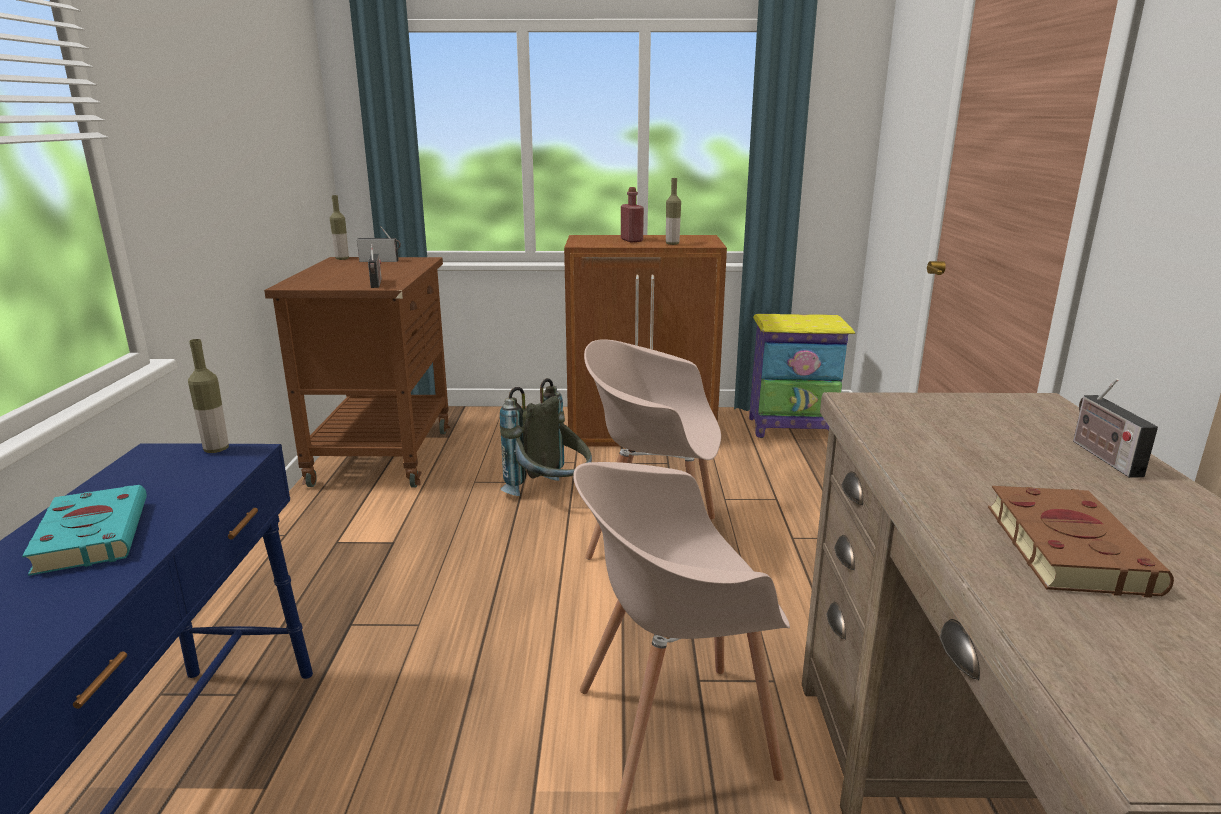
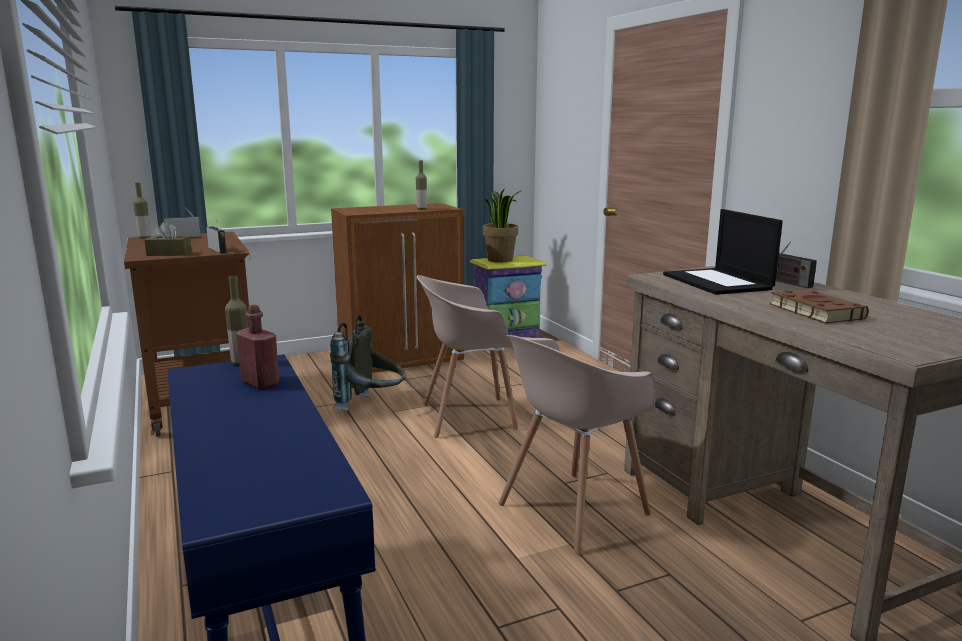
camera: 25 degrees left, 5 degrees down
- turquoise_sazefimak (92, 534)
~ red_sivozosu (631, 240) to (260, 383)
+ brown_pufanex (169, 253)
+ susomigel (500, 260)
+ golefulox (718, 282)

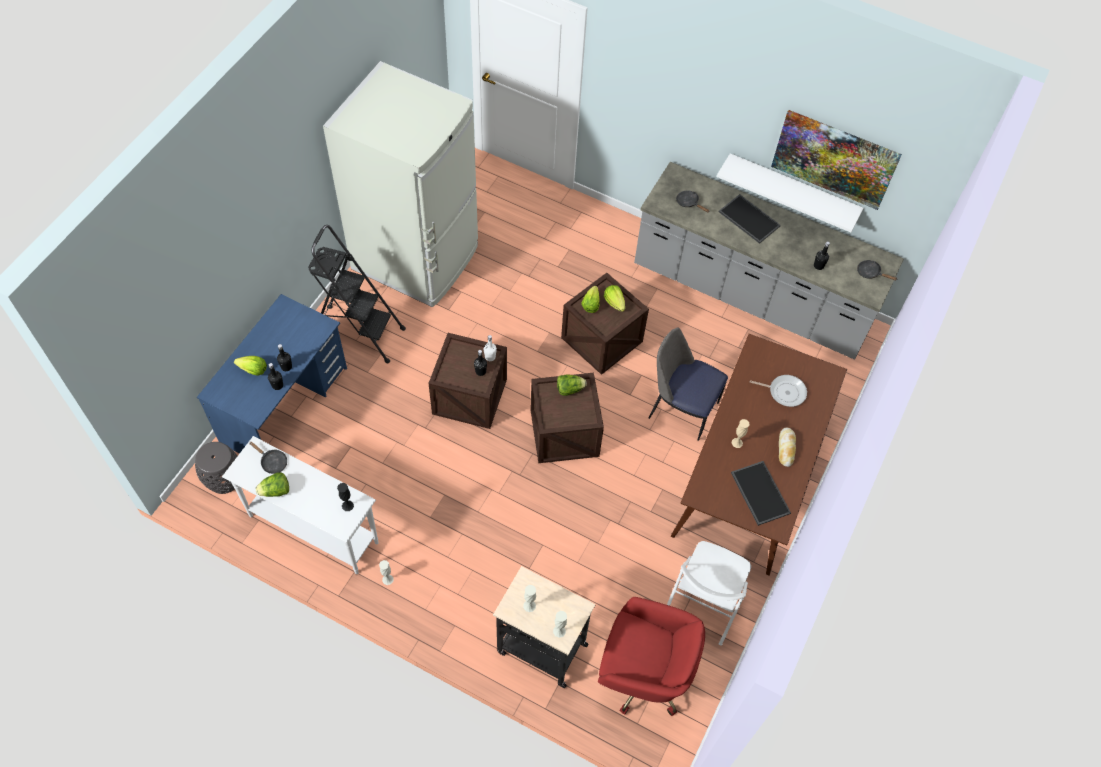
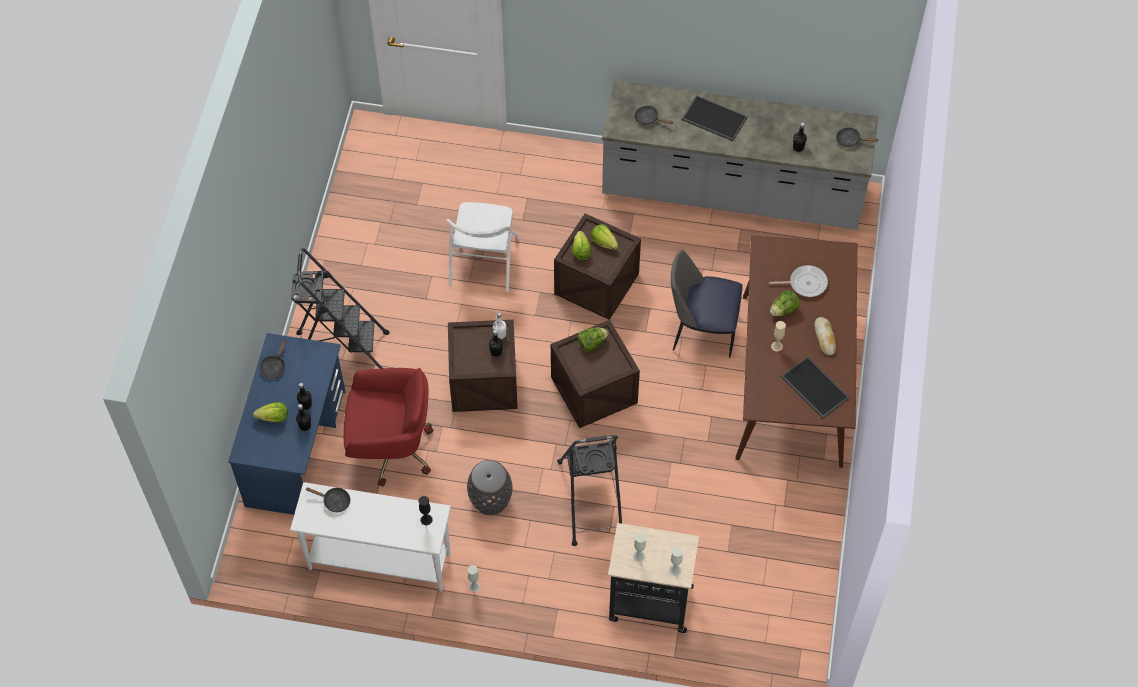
camera: 15 degrees left, 0 degrees up
~ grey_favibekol (224, 479) to (490, 500)
~ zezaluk (275, 491) to (783, 310)
- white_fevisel (417, 257)
~ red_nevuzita (642, 677) to (392, 451)
~ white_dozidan (704, 600) to (483, 260)
- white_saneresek (792, 189)
- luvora (834, 159)
+ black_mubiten (274, 366)
+ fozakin (590, 500)

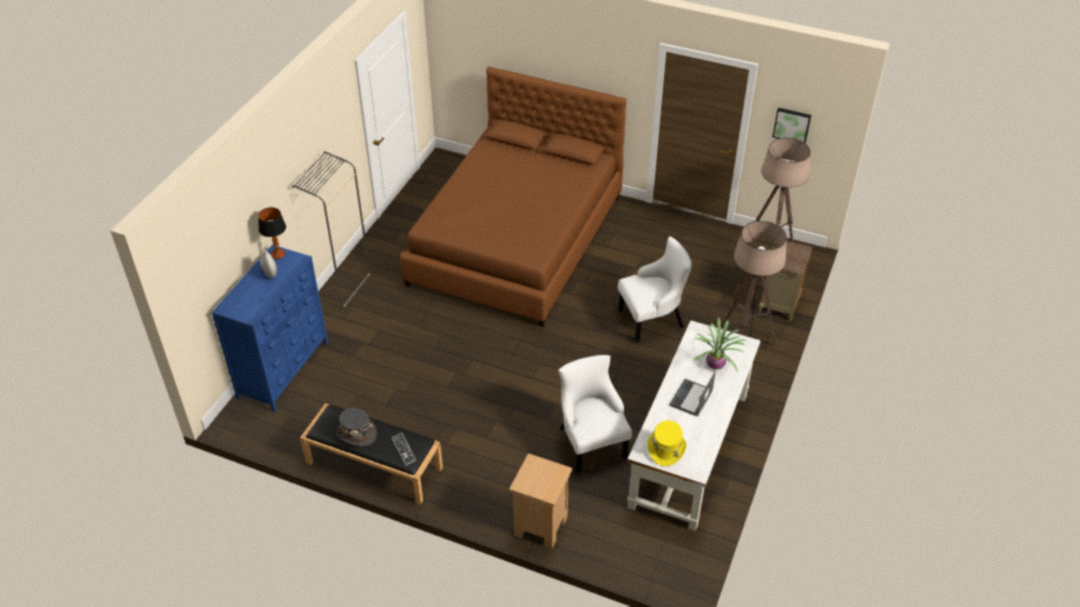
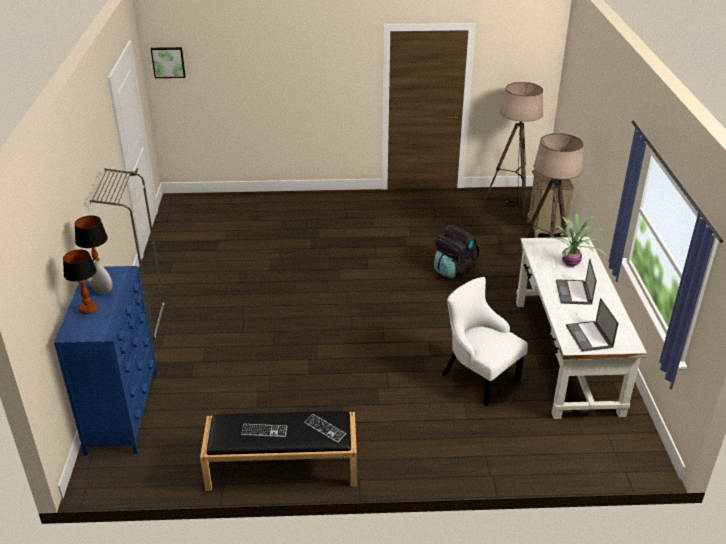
camera: 25 degrees left, 10 degrees down
~ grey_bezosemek (357, 434) to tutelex (264, 431)
- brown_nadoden (517, 240)
- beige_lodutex (540, 525)
~ white_dozidan (650, 320) to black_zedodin (453, 269)
~ yellow_bezosemek (666, 449) to golefulox (589, 337)
~ luvora (792, 125) to (168, 62)
+ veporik (88, 309)

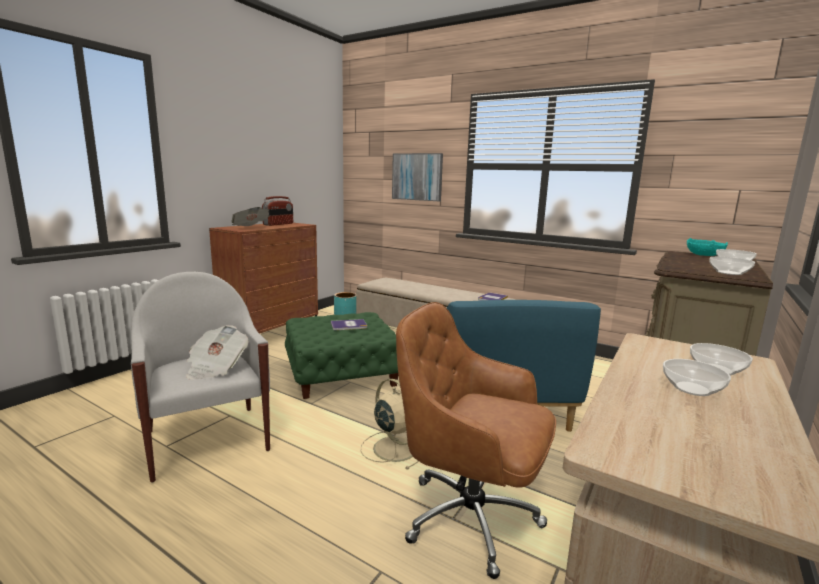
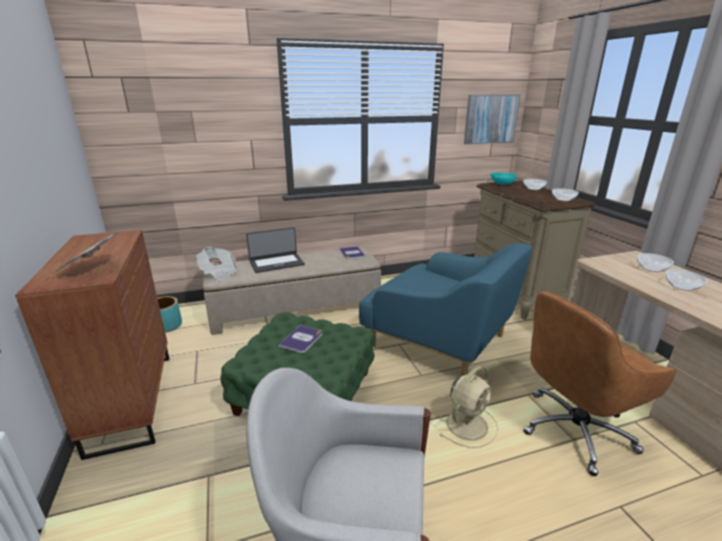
camera: 50 degrees left, 10 degrees up
~ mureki (216, 368) to (218, 273)
- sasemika (278, 224)
~ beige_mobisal (393, 448) = (467, 424) 135 degrees clockwise
~ luvora (417, 177) to (490, 119)
+ golefulox (276, 263)

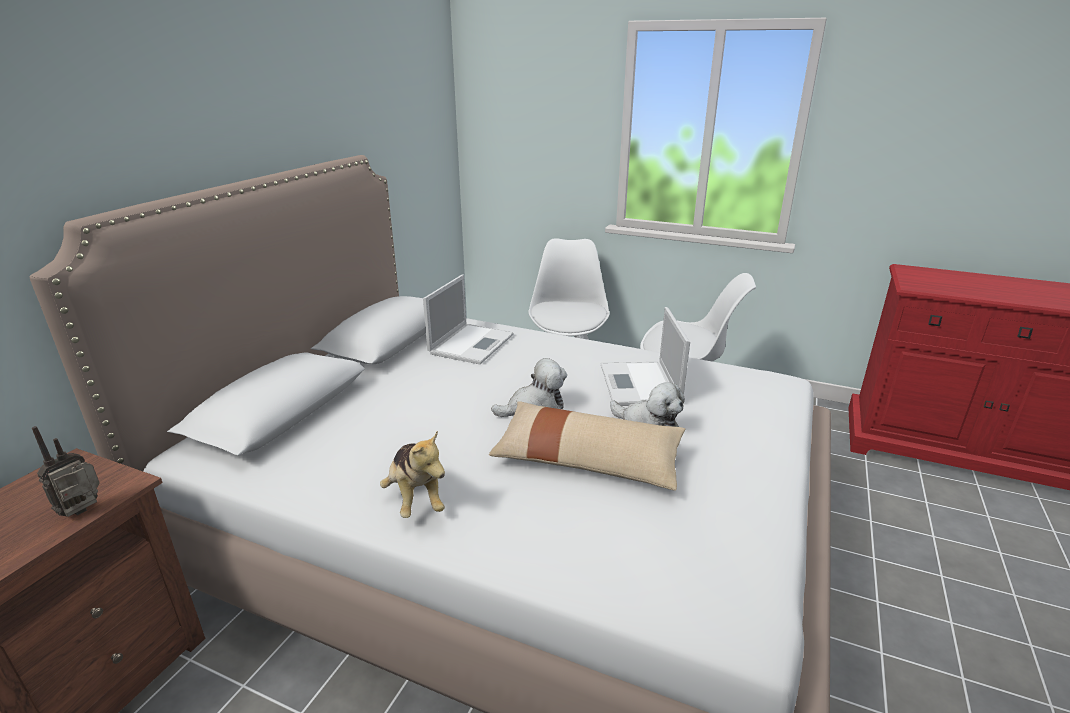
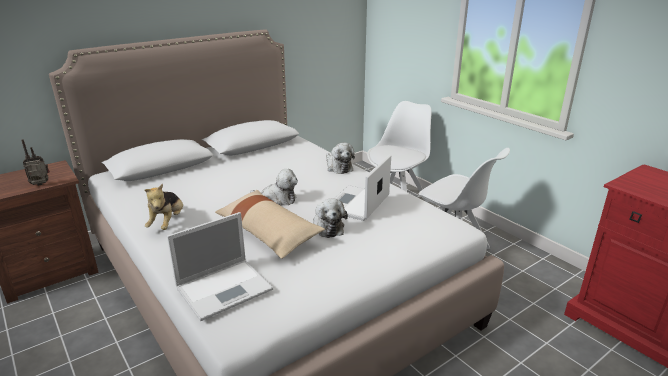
camera: 30 degrees right, 0 degrees up
~ golefulox (472, 343) to (225, 288)
+ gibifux (338, 167)

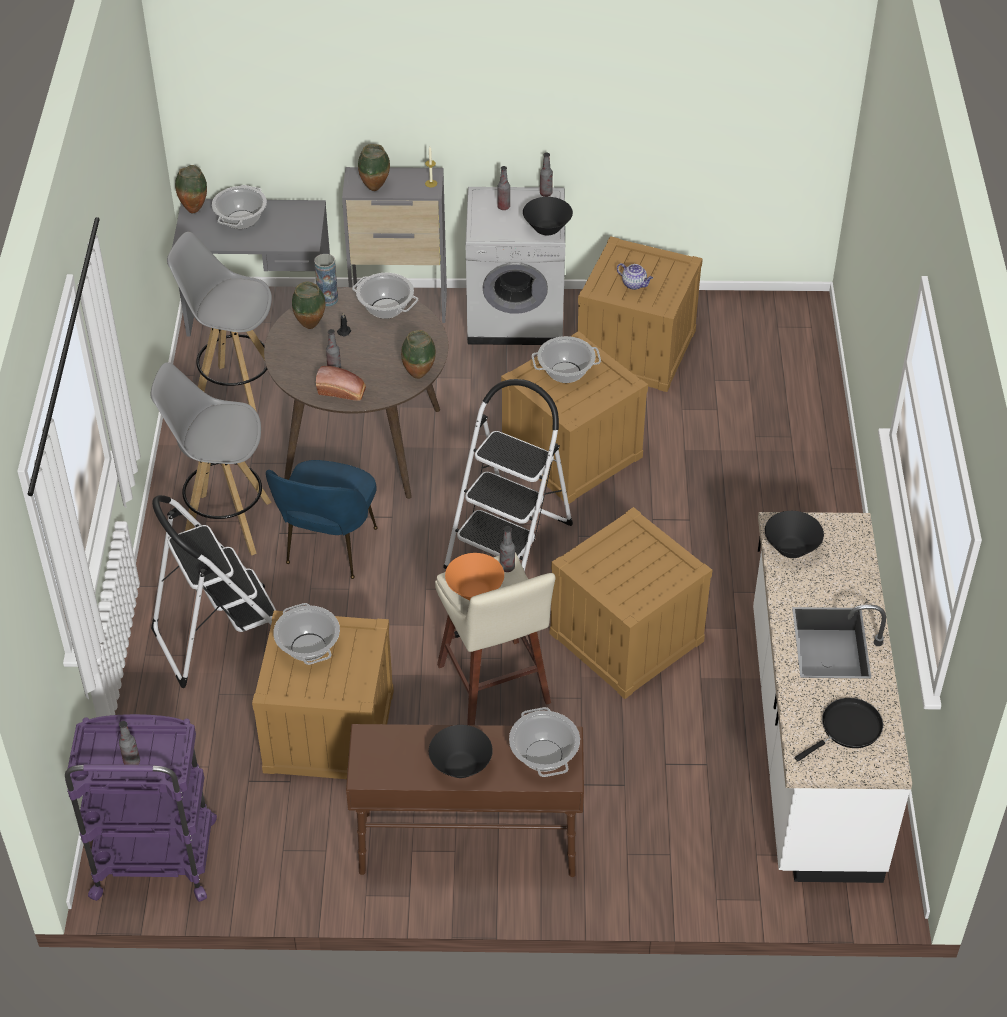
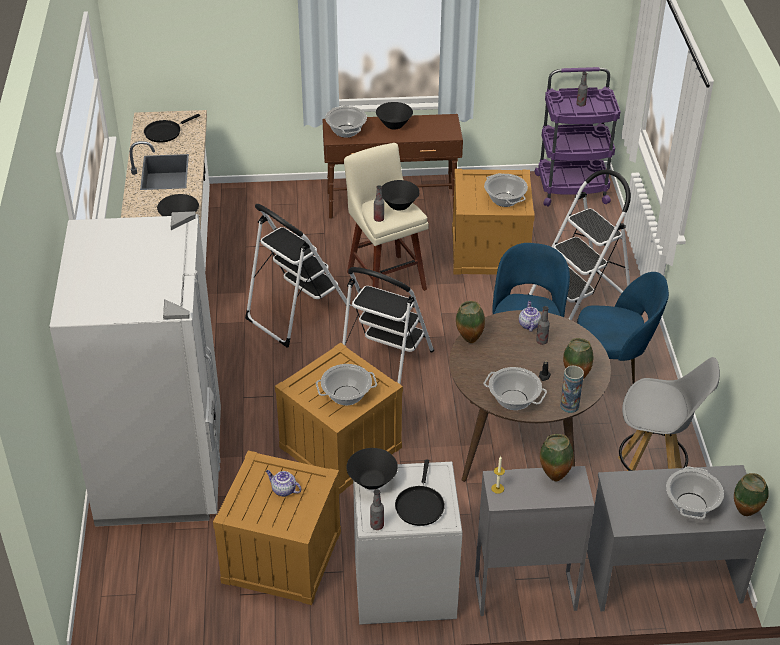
camera: 175 degrees right, 5 degrees down
~ grey_favibekol (225, 523) to blue_dozidan (611, 374)
~ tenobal (343, 391) to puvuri (529, 324)
~ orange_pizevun (474, 590) to black_pizevun (399, 205)
~ sivozosu (503, 207) to black_mubiten (420, 505)
~ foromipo (627, 637) to fozakin (295, 313)
+ white_fevisel (162, 466)

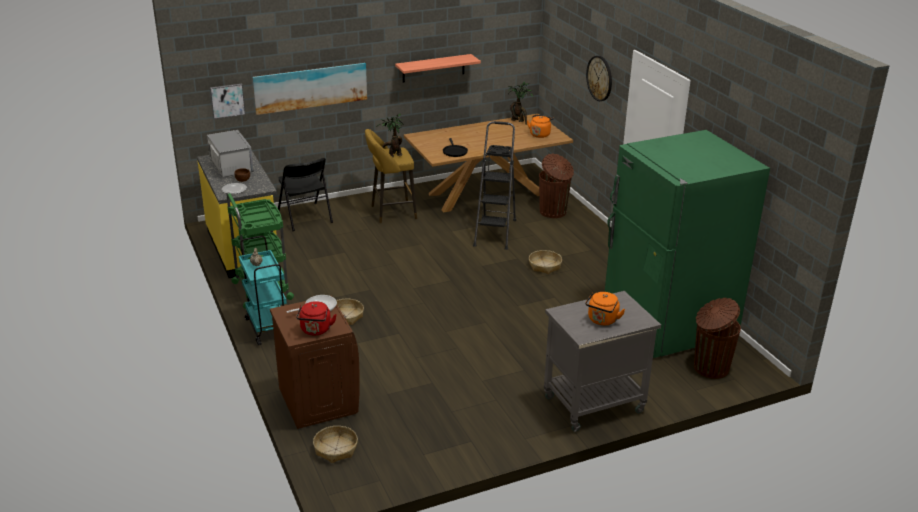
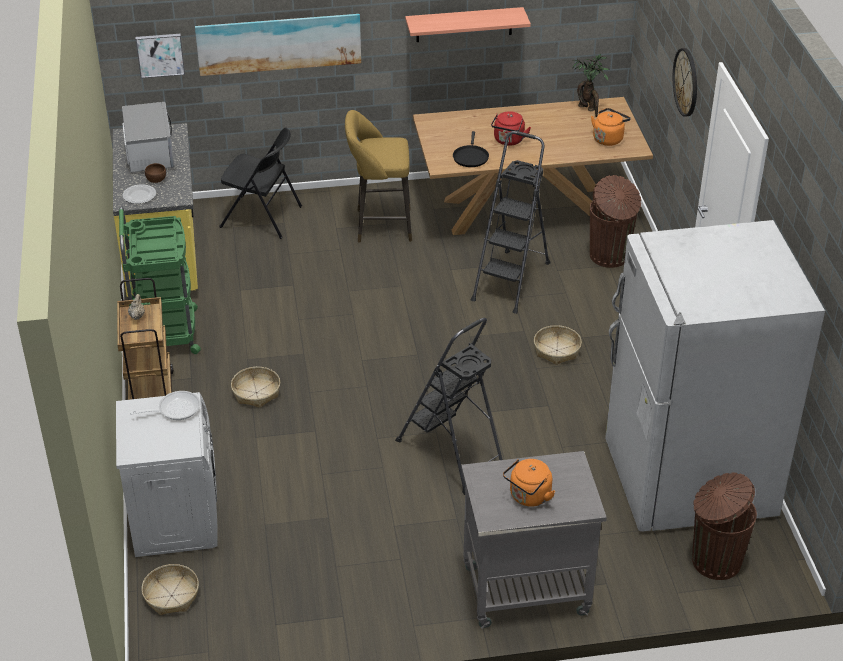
camera: 15 degrees right, 10 degrees up
~ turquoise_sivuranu (268, 328) to brown_sivuranu (152, 395)
~ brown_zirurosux (318, 401) to white_zirurosux (175, 519)
~ black_dozidan (304, 217) = (261, 217) 60 degrees counterclockwise
~ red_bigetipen (315, 330) to (508, 141)
- susomigel (393, 155)
~ green_fevisel (668, 324) to white_fevisel (689, 479)
+ fozakin (451, 454)

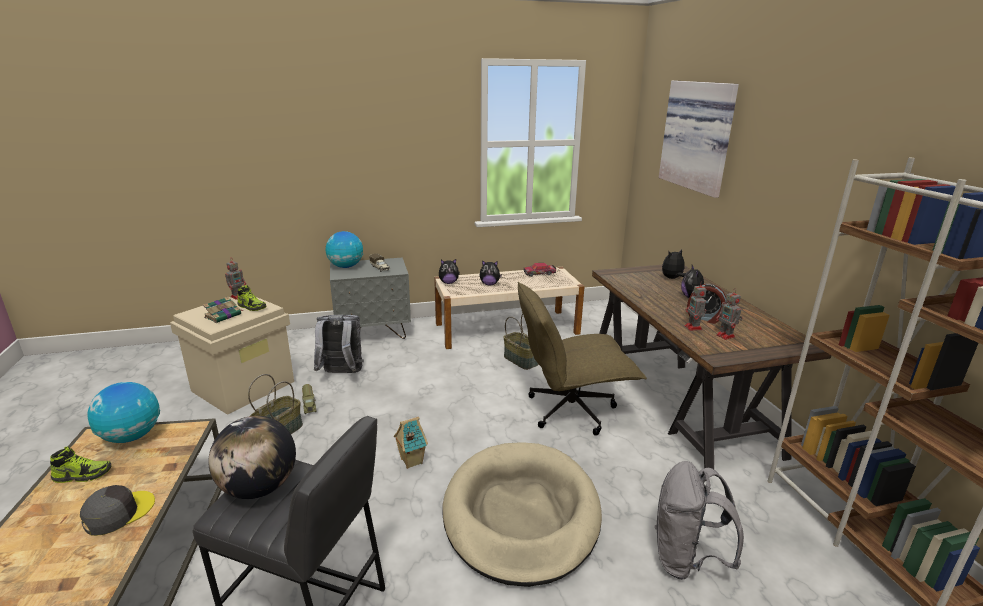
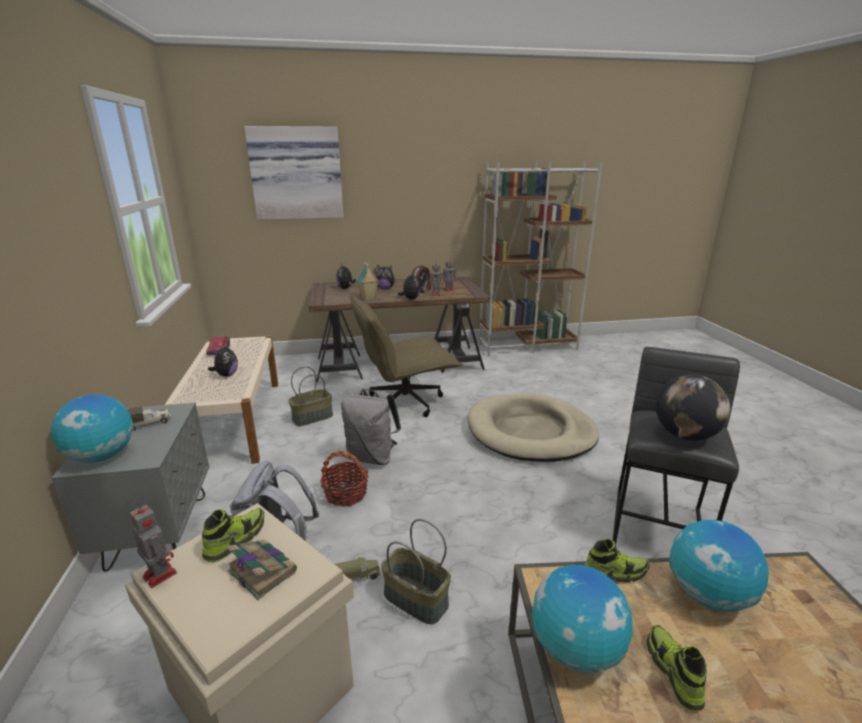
camera: 85 degrees left, 0 degrees up
~ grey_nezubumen (118, 513) to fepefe (707, 595)
~ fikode (411, 461) to (368, 298)
~ gibifux (448, 282) to (410, 299)
~ beige_nevuzita (572, 410) = (406, 401) 75 degrees clockwise
~ grey_zedodin (686, 559) to (372, 457)
+ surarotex (346, 494)
+ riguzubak (614, 573)

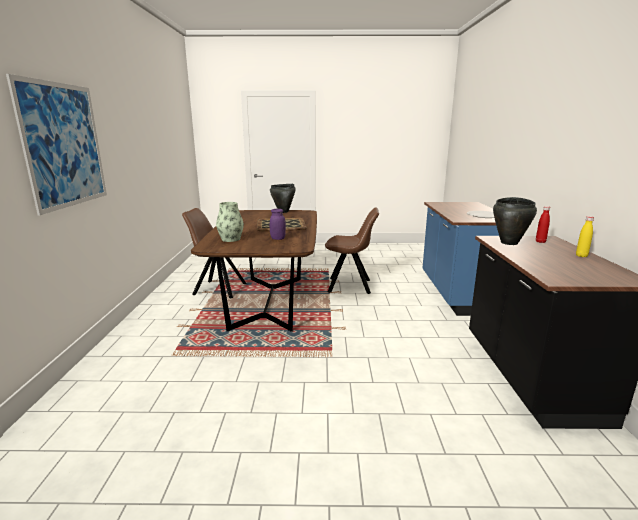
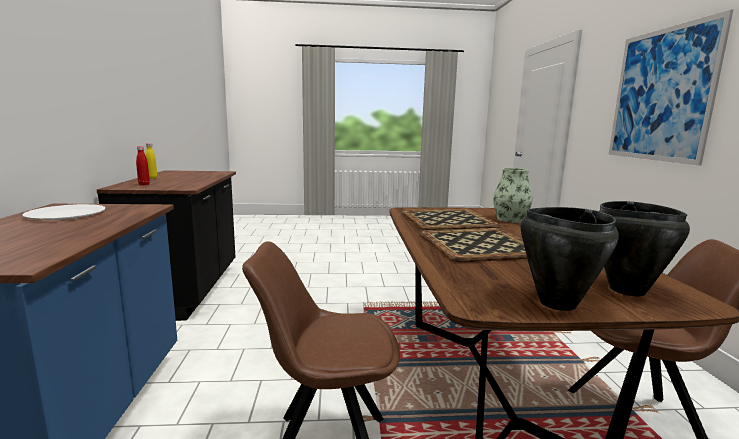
camera: 175 degrees right, 5 degrees down
~ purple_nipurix (278, 238) to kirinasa (447, 220)
~ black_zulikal (509, 243) to (626, 290)

